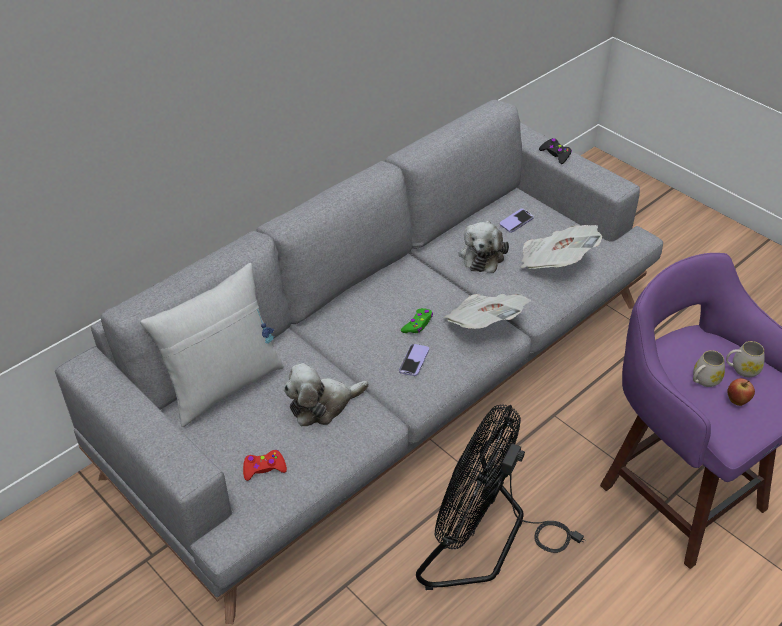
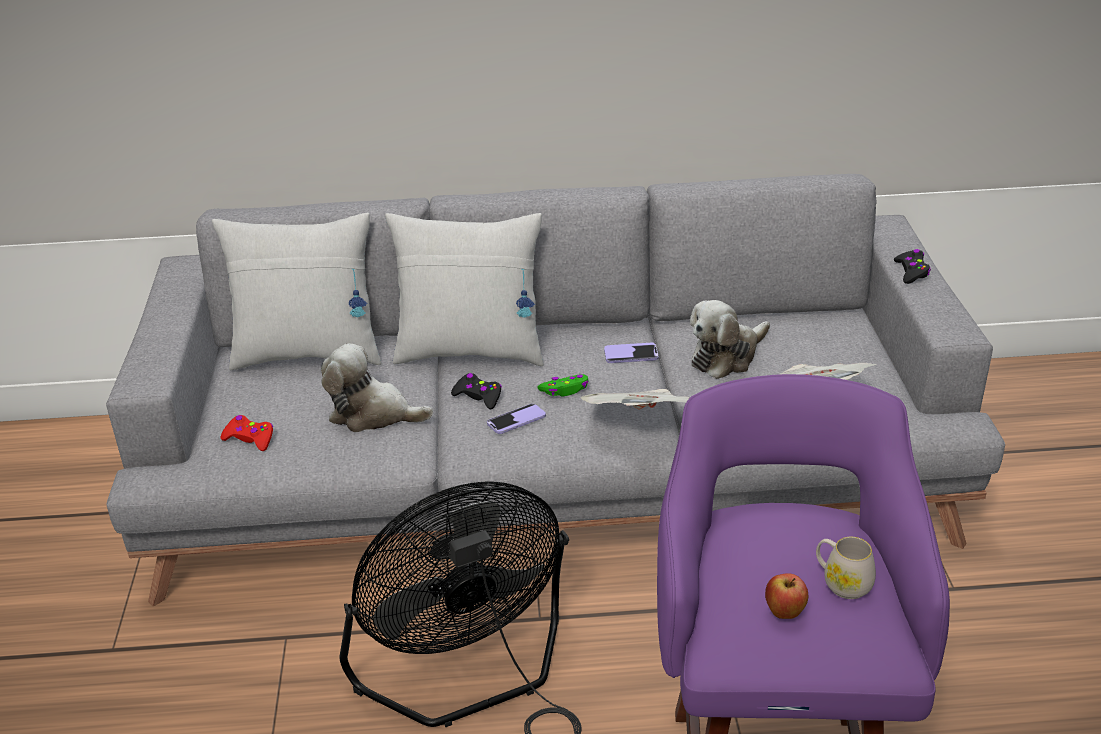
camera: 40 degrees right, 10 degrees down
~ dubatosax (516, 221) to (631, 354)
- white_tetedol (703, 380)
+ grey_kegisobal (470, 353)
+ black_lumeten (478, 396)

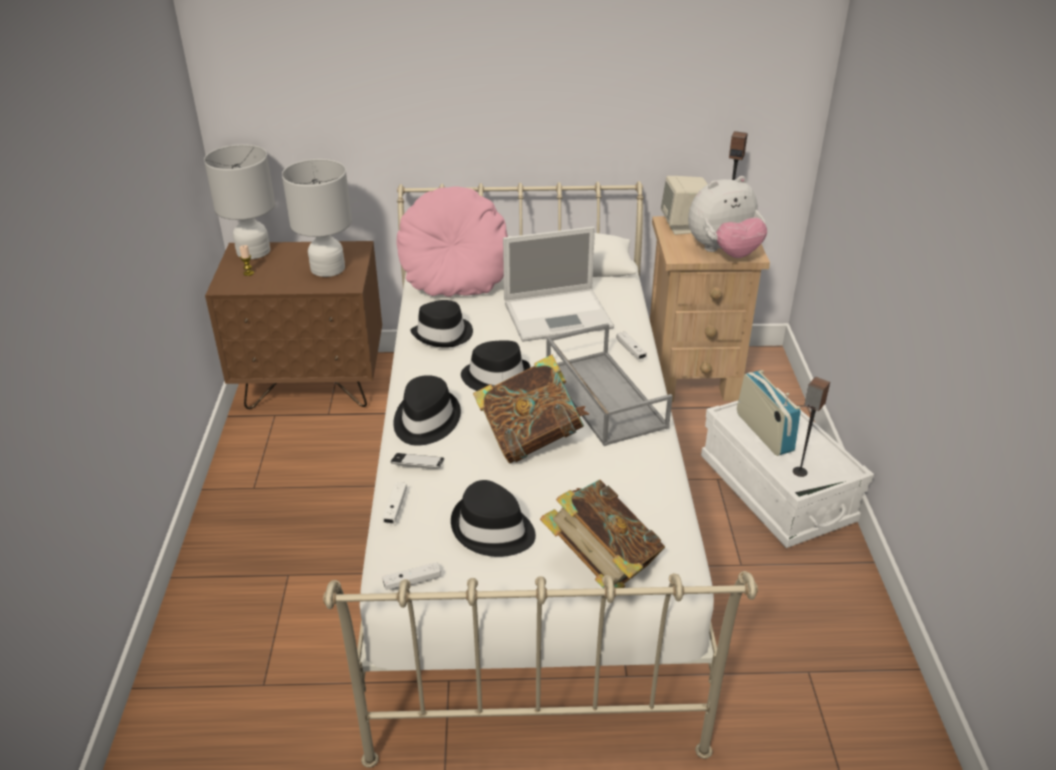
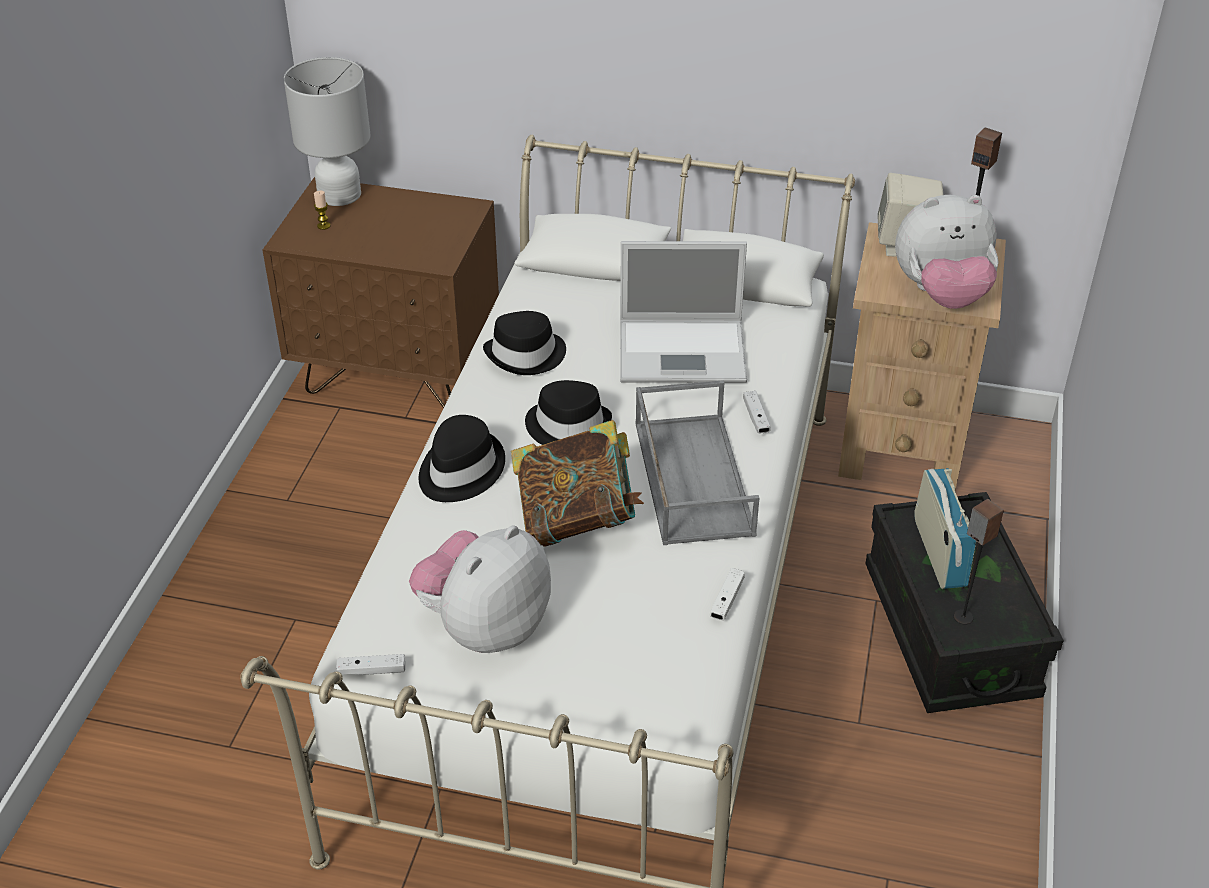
camera: 15 degrees right, 5 degrees up
- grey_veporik (327, 269)
~ white_lumeten (395, 508) to (727, 600)
- dubatosax (417, 464)
- pink_kegisobal (456, 287)
~ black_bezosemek (492, 530) to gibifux (485, 627)
- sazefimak (601, 564)
~ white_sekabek (776, 490) to black_sekabek (950, 631)

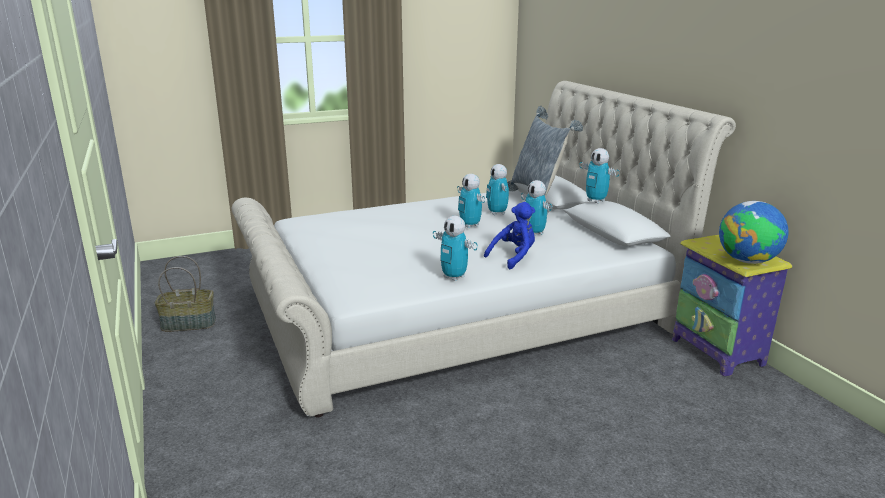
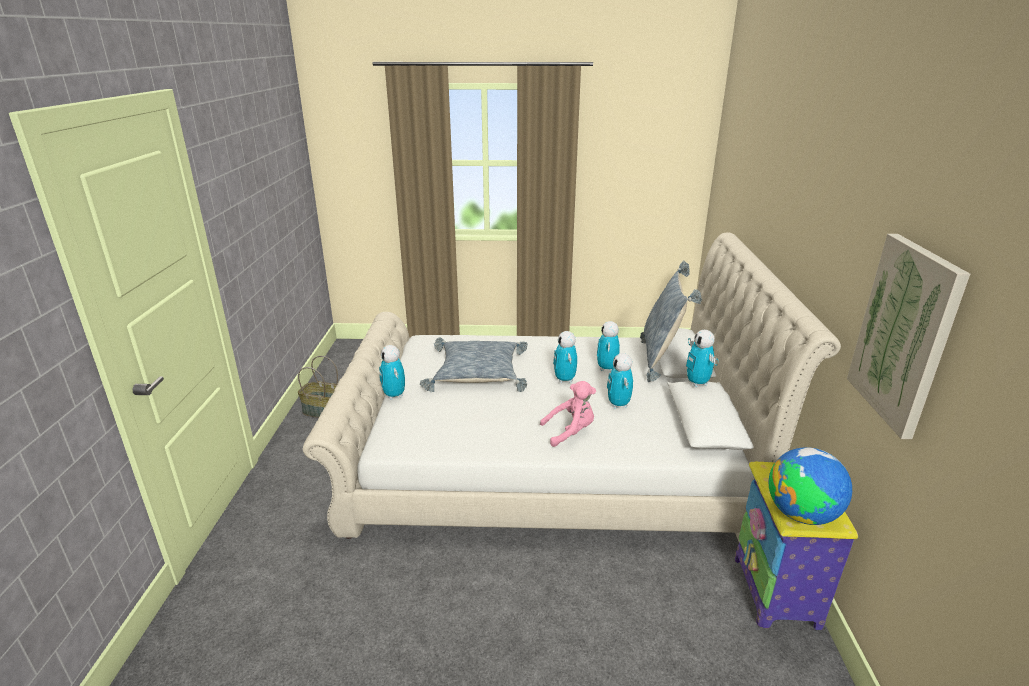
camera: 25 degrees right, 5 degrees up
~ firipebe (454, 277) to (394, 395)
~ blue_gibifux (514, 257) to pink_gibifux (570, 432)
+ kegisobal (477, 370)
+ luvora (904, 334)

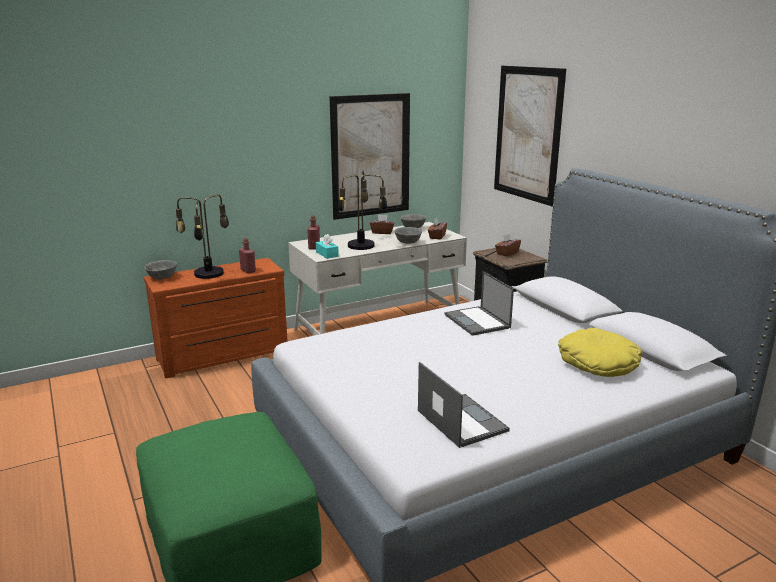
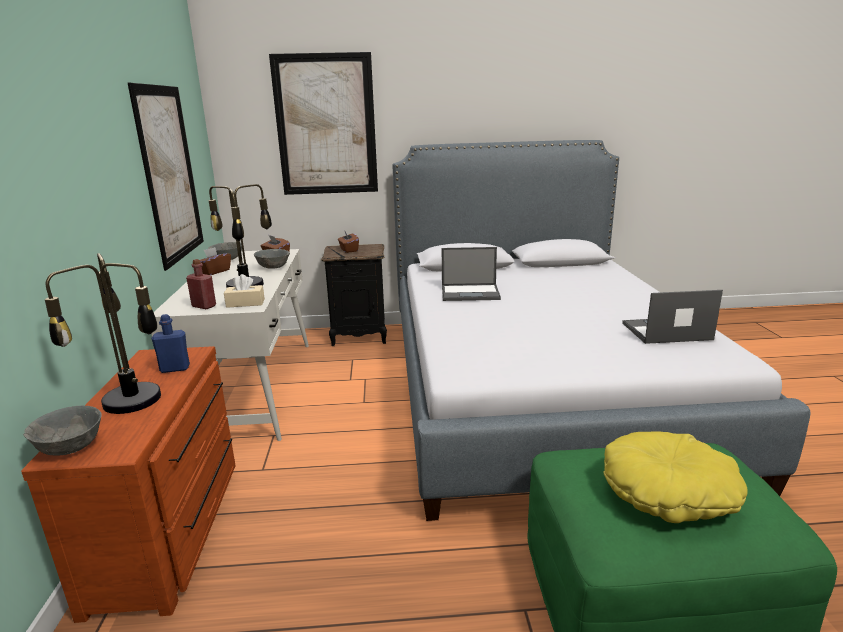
camera: 65 degrees left, 0 degrees up
~ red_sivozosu (248, 271) to blue_sivozosu (175, 368)
~ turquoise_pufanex (327, 254) to beige_pufanex (245, 303)
~ yellow_kegisobal (599, 364) to (666, 489)

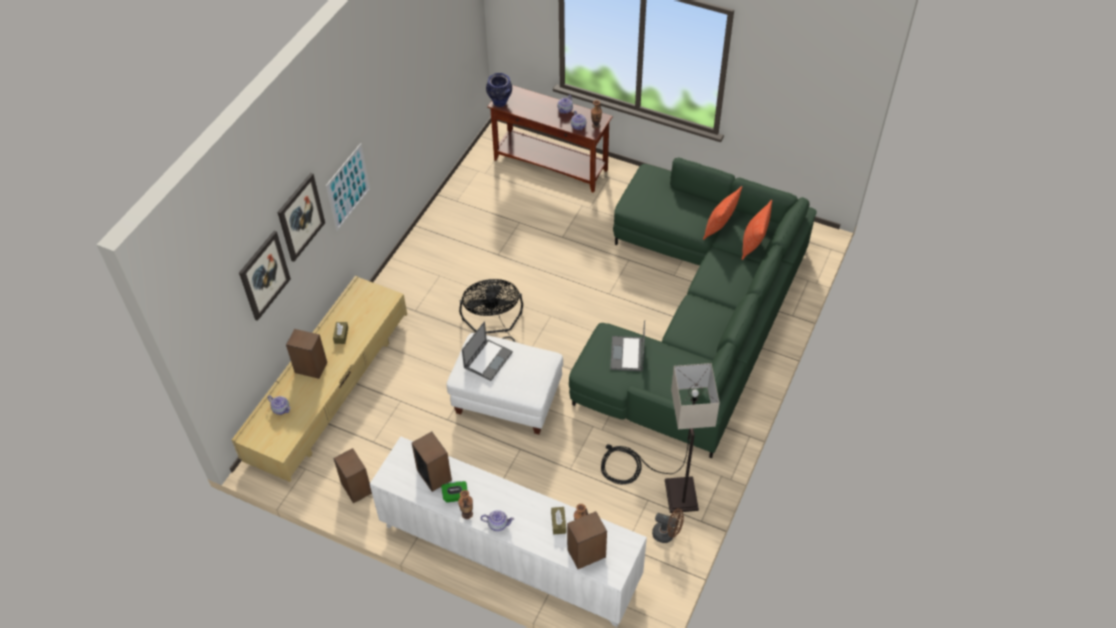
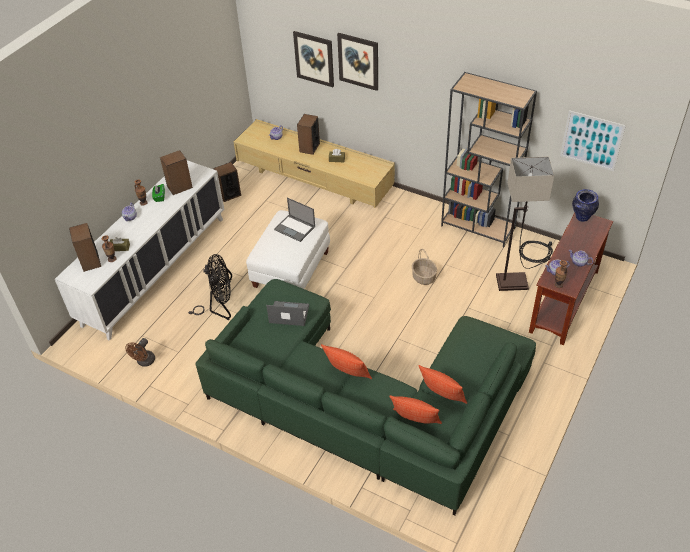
camera: 95 degrees right, 5 degrees down
~ luvora (348, 187) to (591, 141)
~ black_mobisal (495, 325) to (218, 302)
~ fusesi (648, 478) to (525, 266)
+ orange_kegisobal (347, 374)
+ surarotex (424, 277)
+ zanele (478, 227)

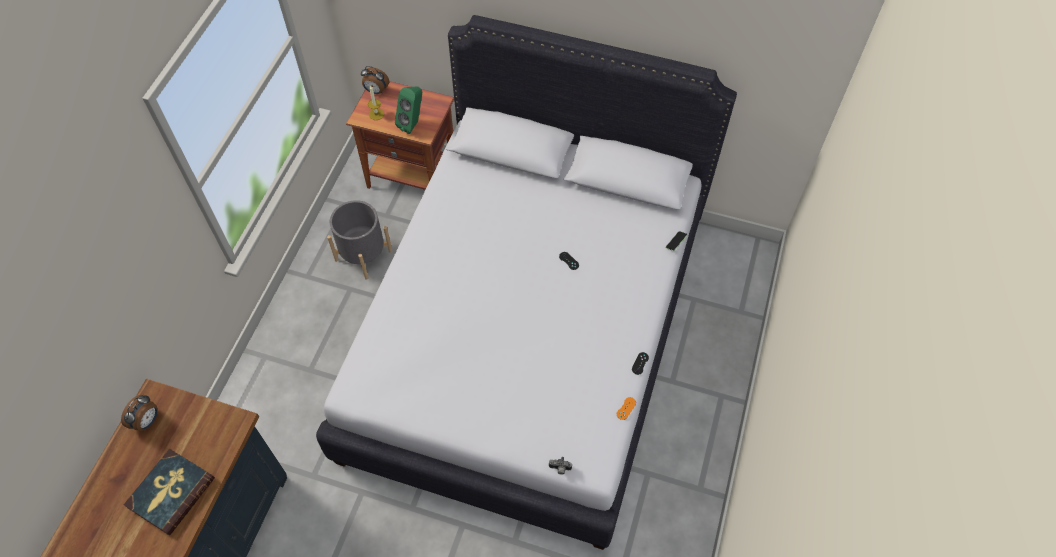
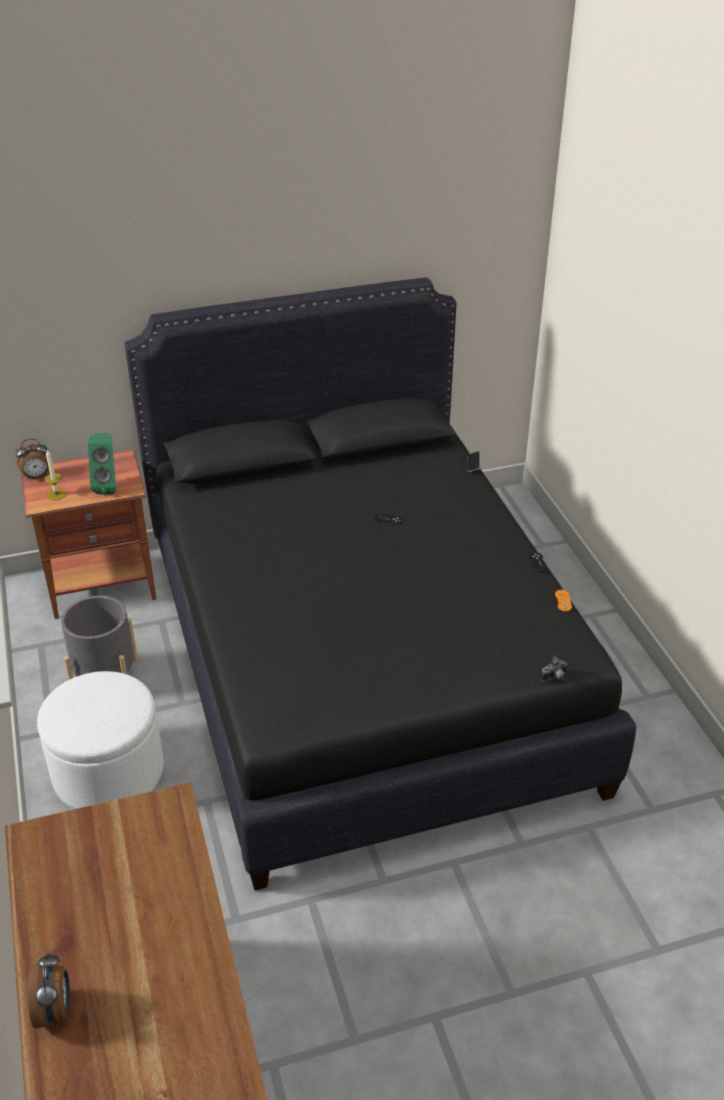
camera: 35 degrees left, 20 degrees down
~ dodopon (147, 421) to (55, 1009)
- sazefimak (171, 492)
~ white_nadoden (527, 336) to black_nadoden (360, 661)
+ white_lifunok (108, 772)

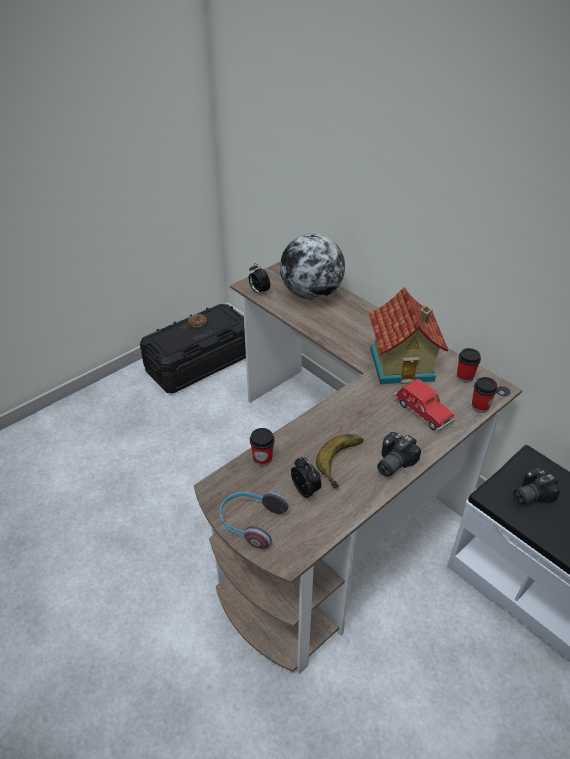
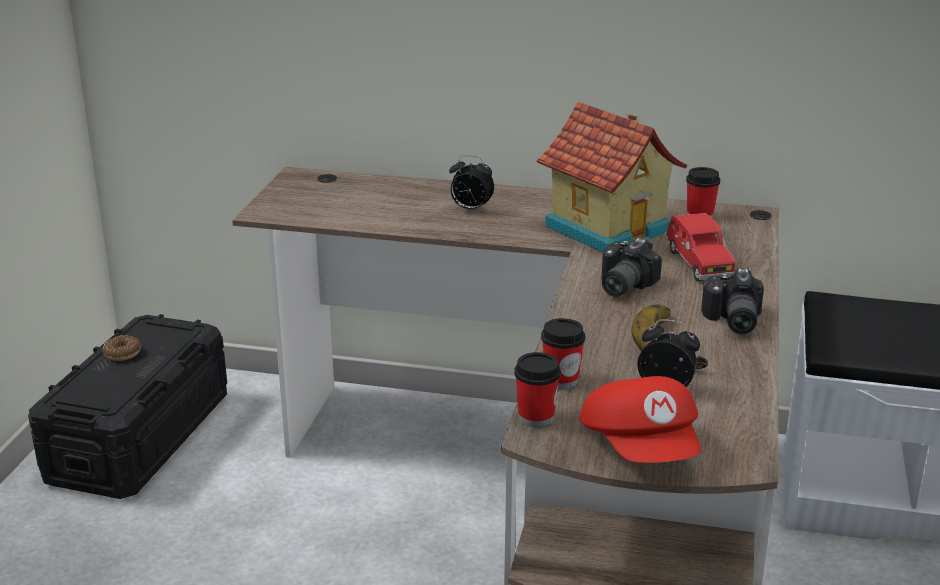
camera: 35 degrees left, 15 degrees down
~ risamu (251, 523) to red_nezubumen (642, 449)
~ dodopon (259, 291) to (470, 209)
- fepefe (311, 294)
~ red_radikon (422, 412) = (697, 264) 60 degrees clockwise
~ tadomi (480, 406) to (536, 417)
~ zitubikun (529, 494) to (620, 286)

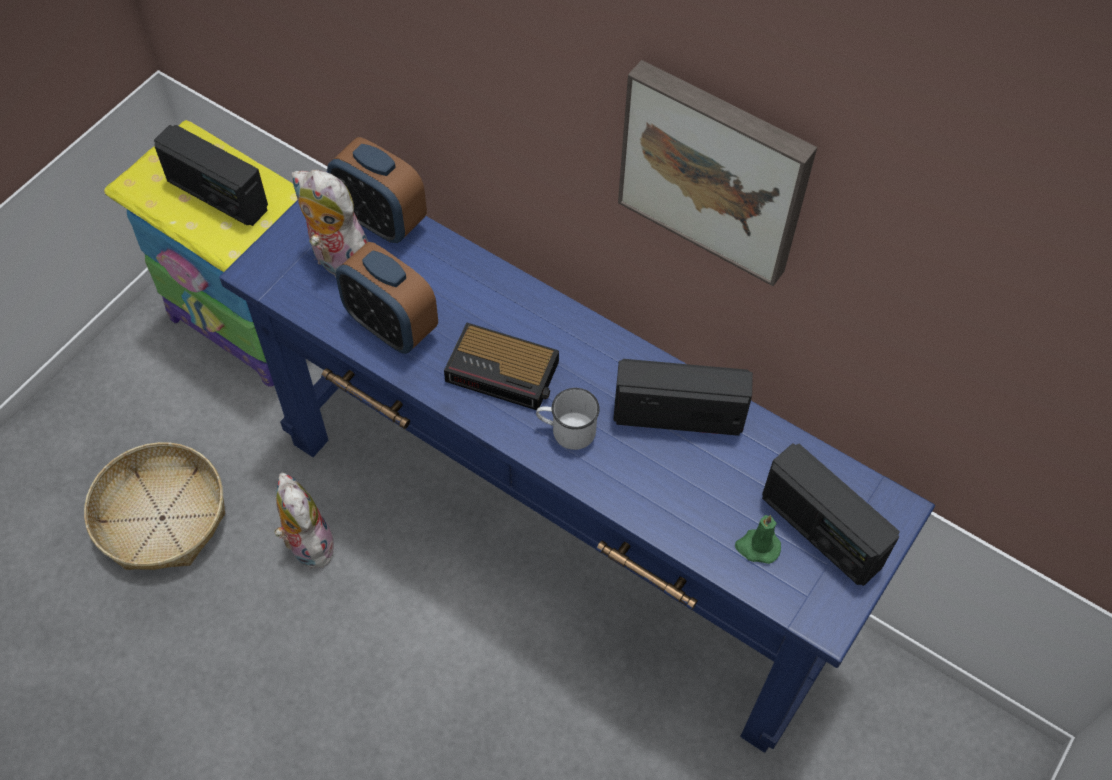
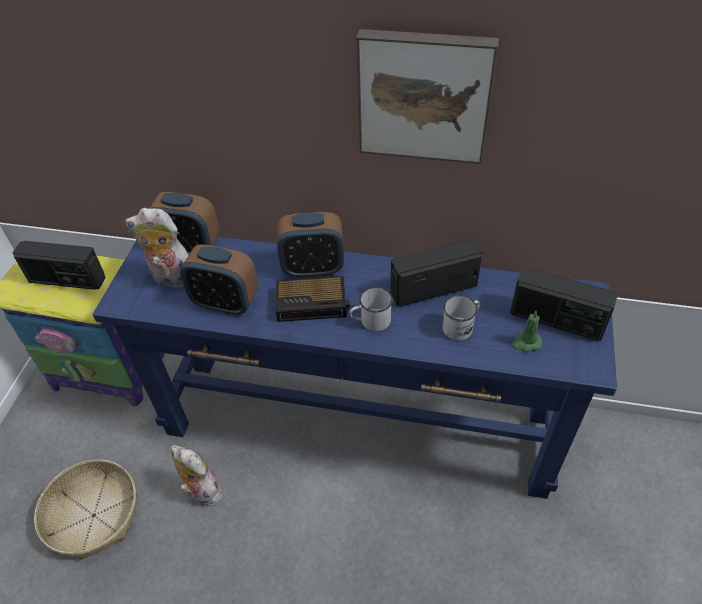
camera: 20 degrees left, 10 degrees down
+ dodopon (313, 268)
+ white_tetedol (461, 326)

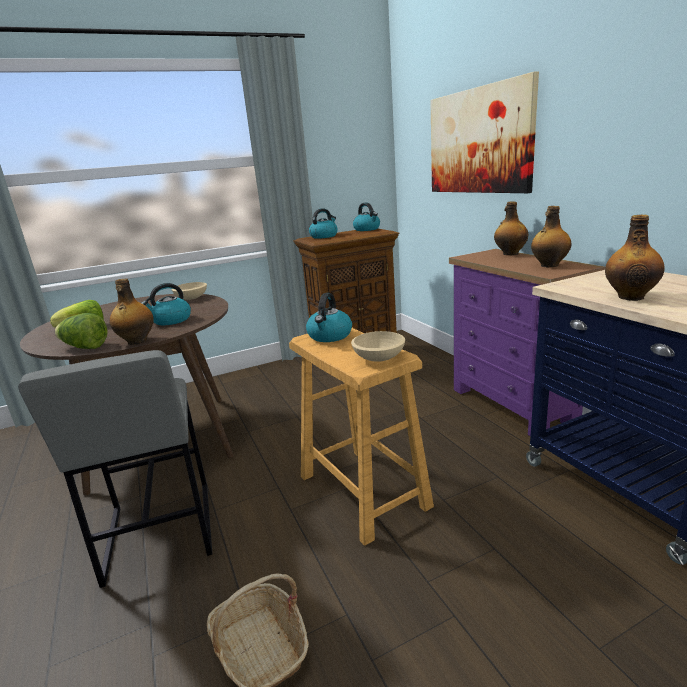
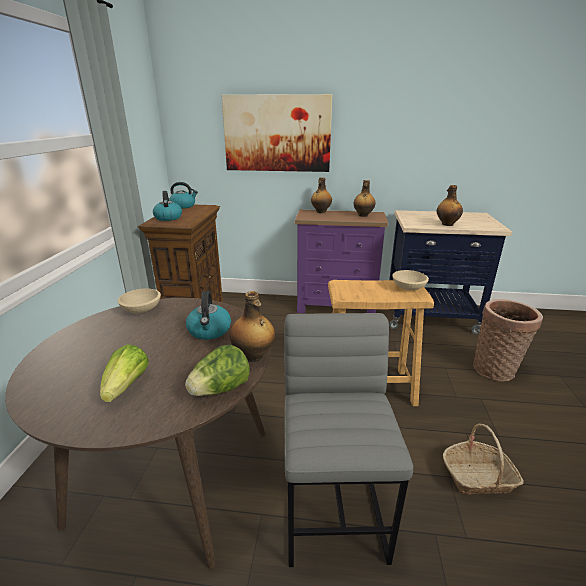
camera: 60 degrees left, 5 degrees up
~ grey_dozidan (160, 533) = (333, 508) 105 degrees counterclockwise
- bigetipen (330, 336)
+ surarotex (496, 369)

